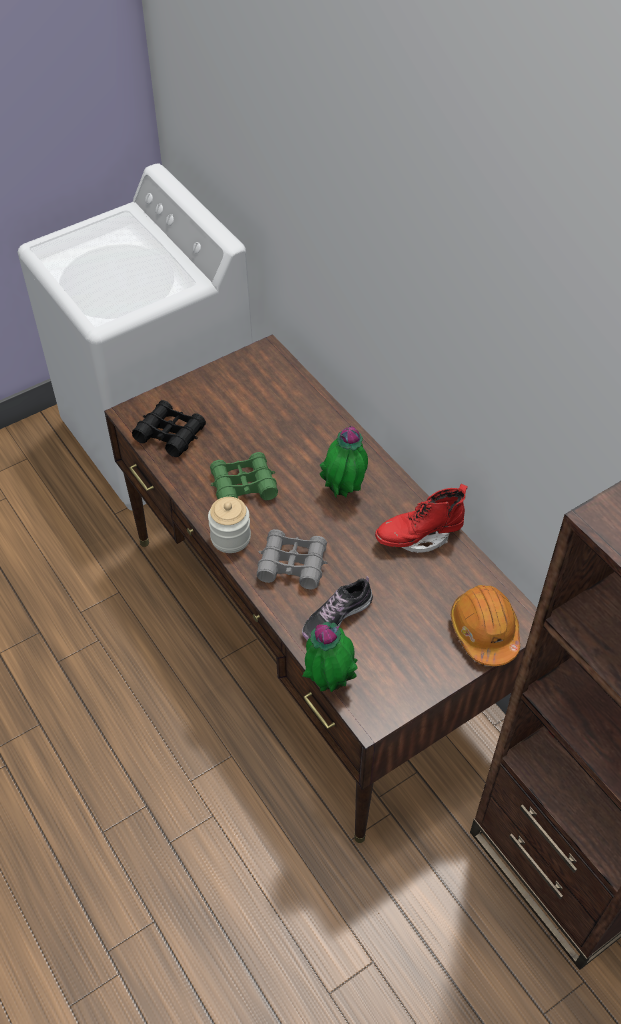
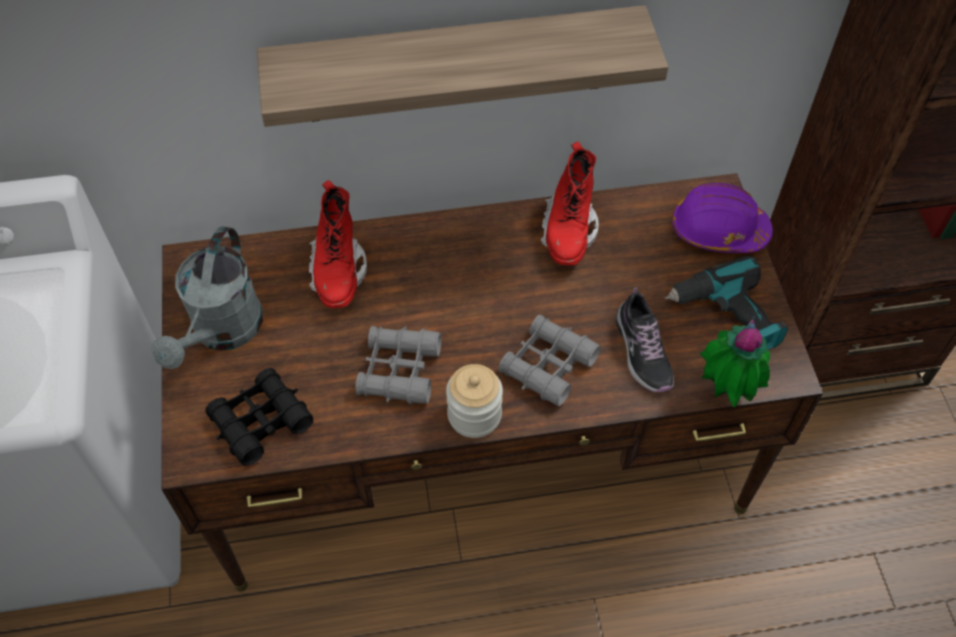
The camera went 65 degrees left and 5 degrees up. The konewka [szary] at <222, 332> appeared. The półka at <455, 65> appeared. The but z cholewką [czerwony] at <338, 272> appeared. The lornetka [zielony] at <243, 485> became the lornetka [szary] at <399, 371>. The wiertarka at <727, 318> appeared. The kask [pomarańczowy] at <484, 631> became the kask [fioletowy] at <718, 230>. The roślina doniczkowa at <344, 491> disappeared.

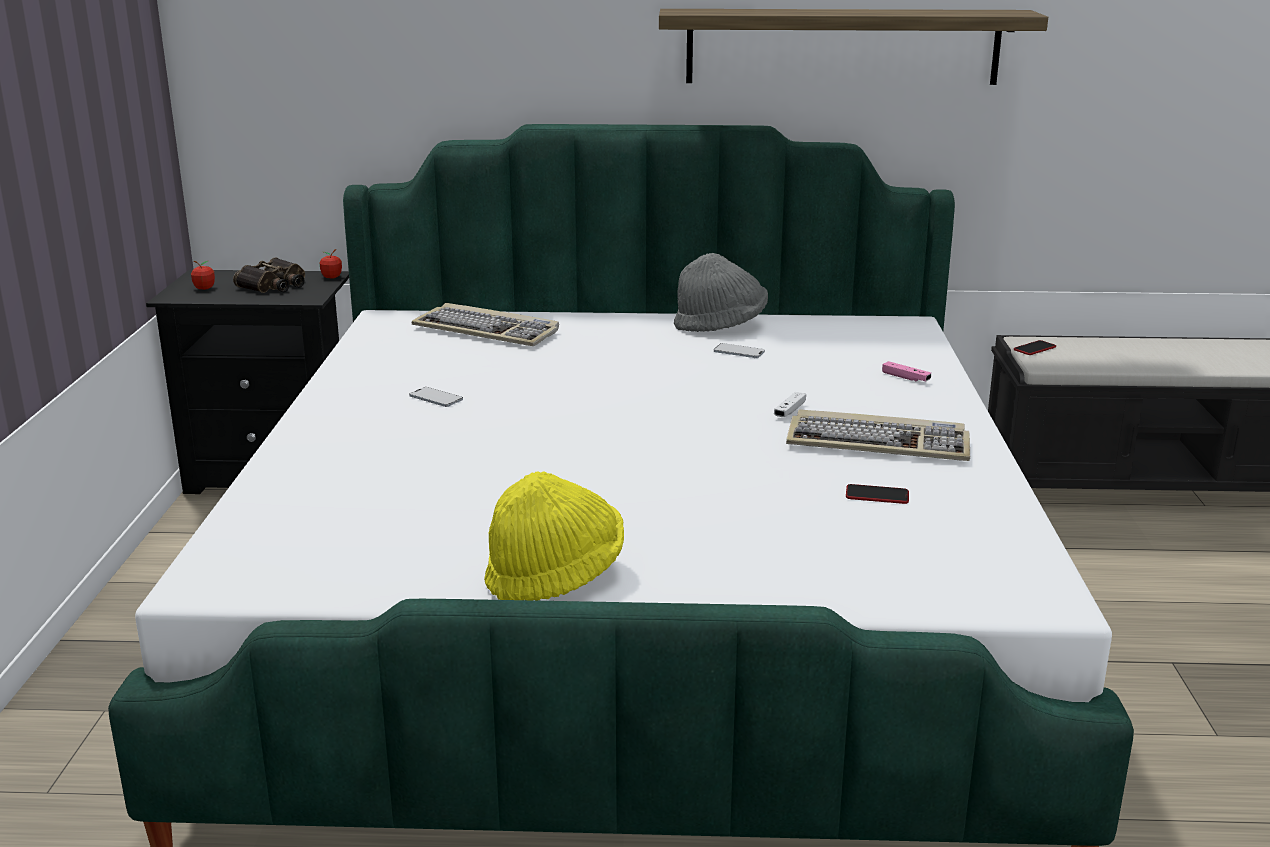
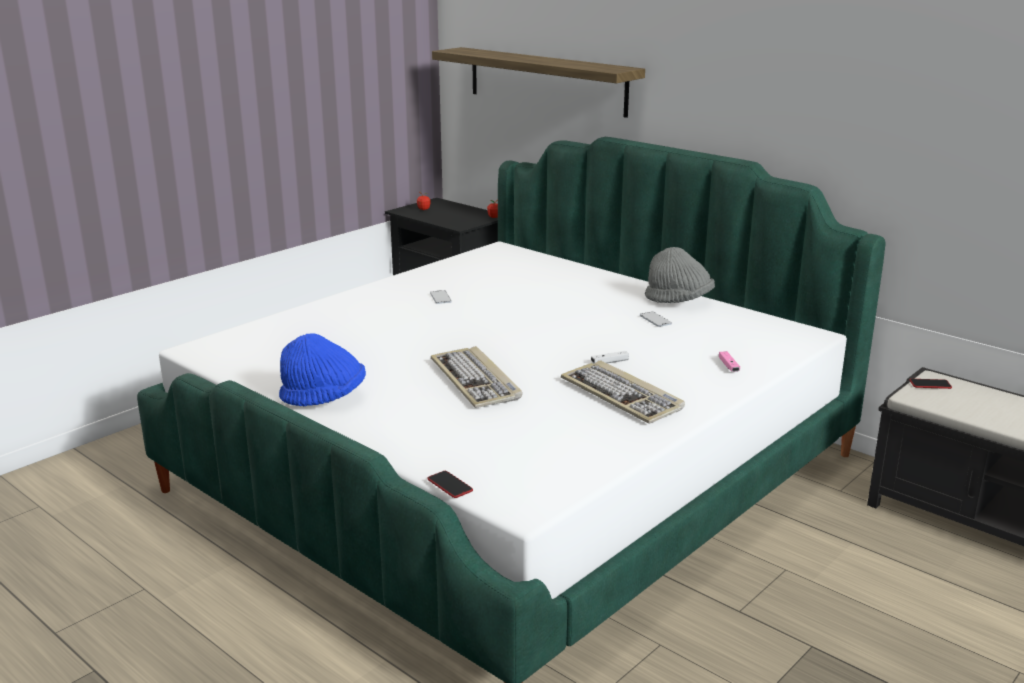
The camera went 40 degrees right and 0 degrees up. The kapelusz [żółty] at <555, 575> became the kapelusz [niebieski] at <324, 398>. The telefon moved from <877, 495> to <450, 485>. The klawiatura moved from <488, 330> to <476, 381>. The półka moved from <842, 46> to <546, 81>. The lornetka at <274, 285> disappeared.

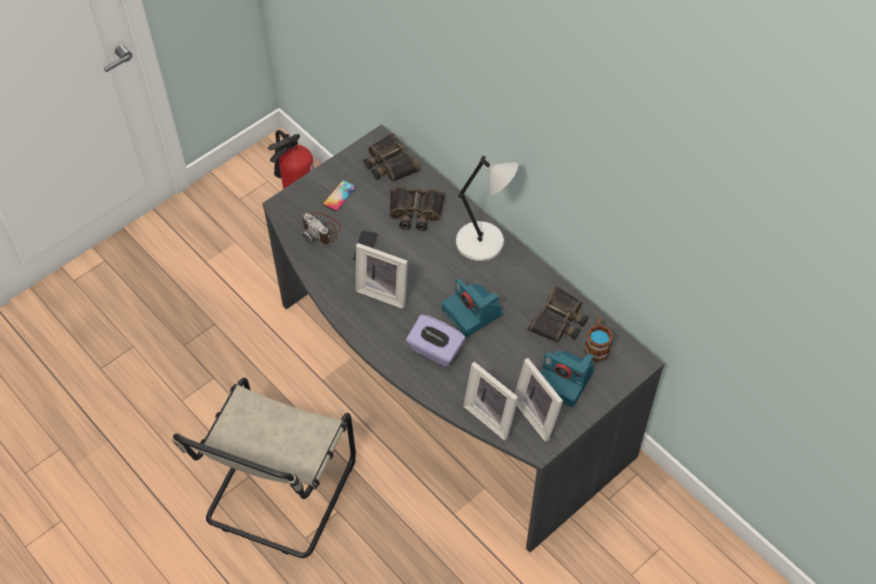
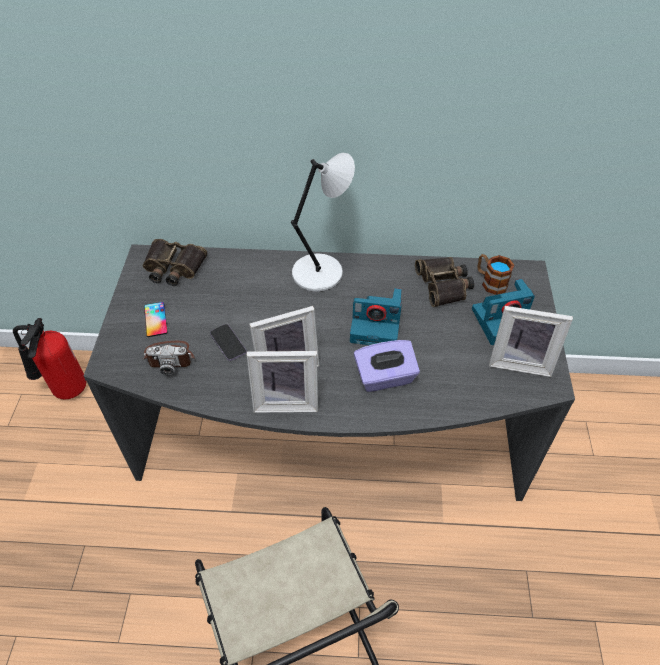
The camera went 45 degrees left and 5 degrees down. The ramka na zdjęcie moved from <492, 415> to <286, 400>. The lornetka at <415, 212> disappeared.

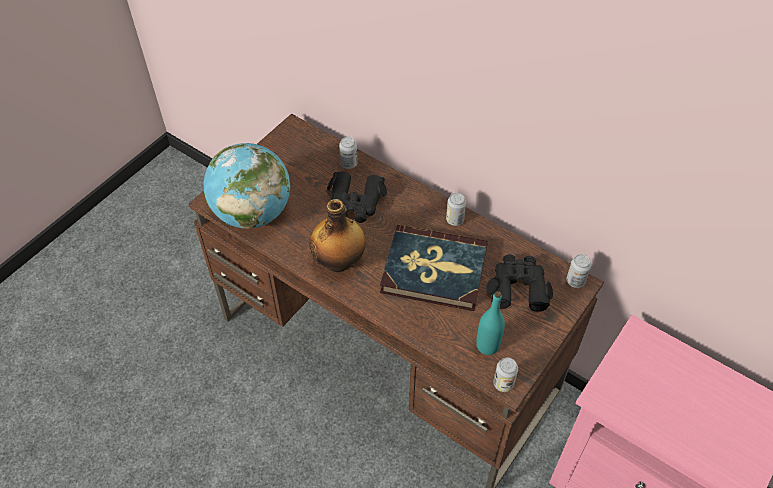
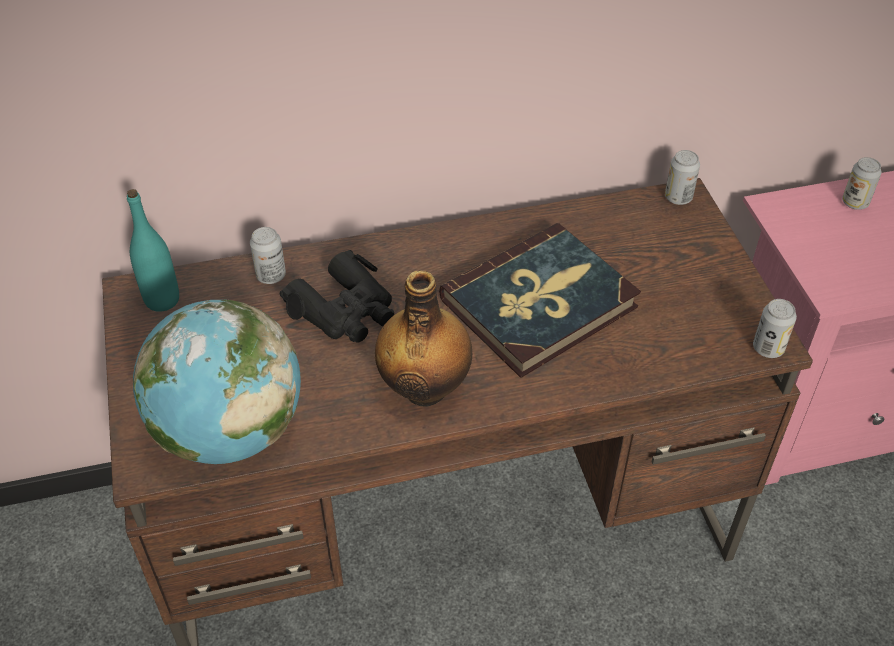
The camera went 50 degrees left and 5 degrees down. The butelka [turkusowy] moved from <487, 345> to <162, 300>. The puszka moved from <454, 220> to <855, 203>. The lornetka [czarny] at <518, 287> disappeared.

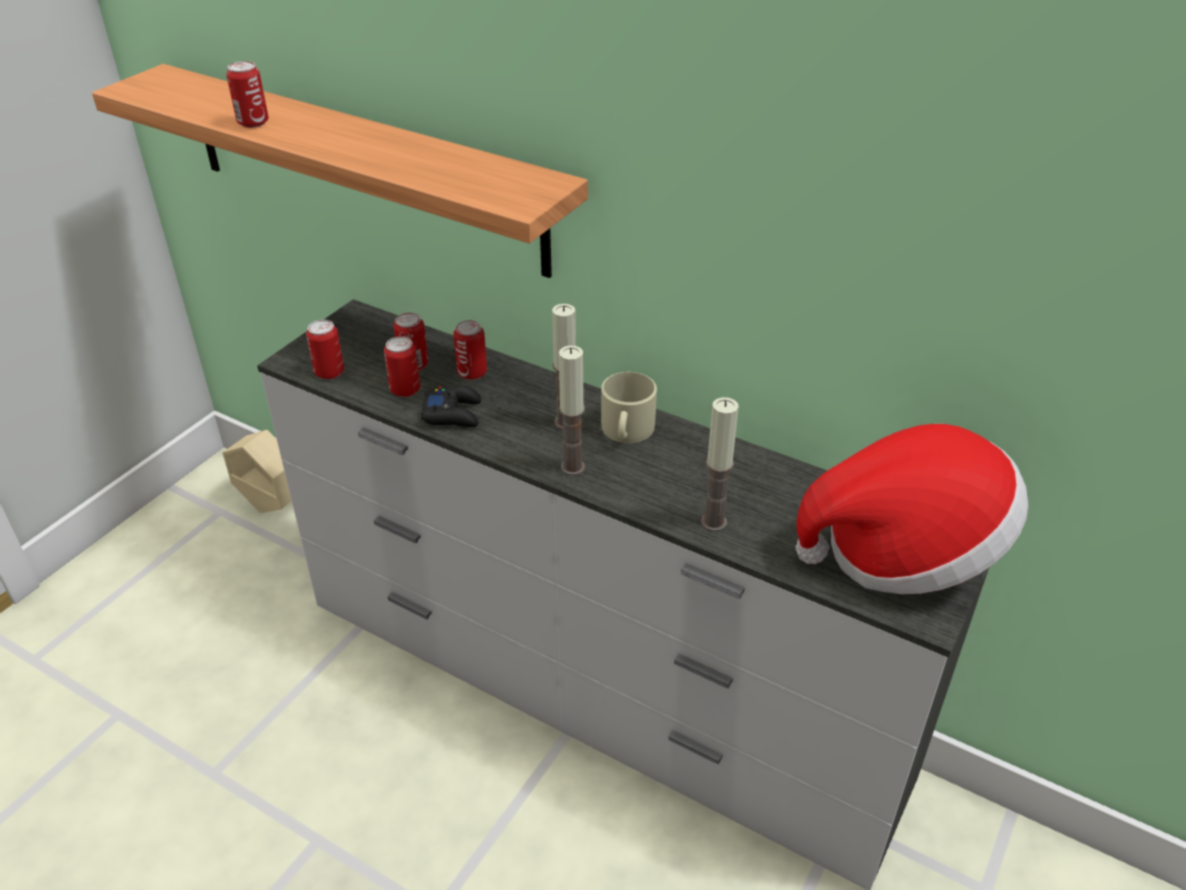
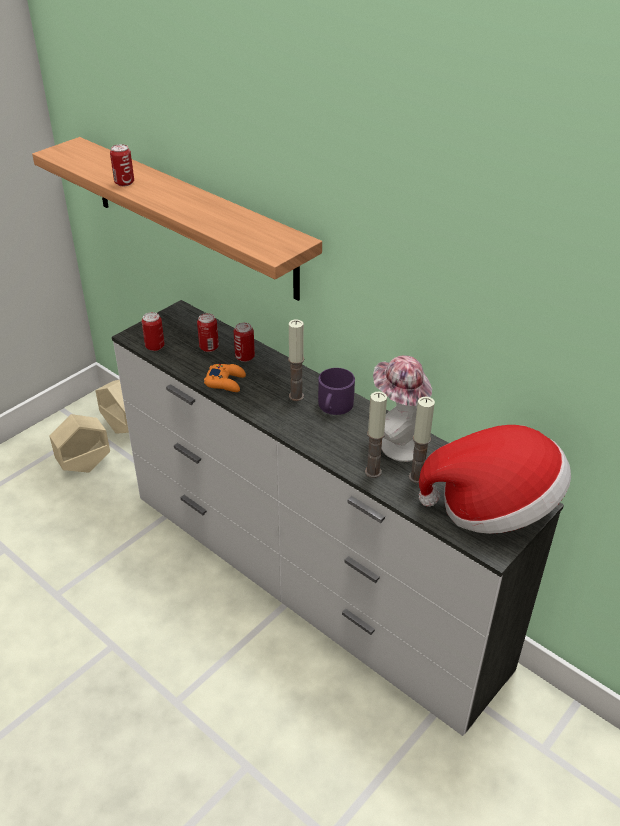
The camera went 10 degrees right and 0 degrees up. The donica [beżowy] at <85, 466> appeared. The pad do gier [czarny] at <453, 413> became the pad do gier [pomarańczowy] at <226, 382>. The kubek [beżowy] at <626, 431> became the kubek [fioletowy] at <334, 406>. The kapelusz at <397, 443> appeared. The świeca moved from <572, 467> to <417, 477>. The puszka at <405, 390> disappeared.

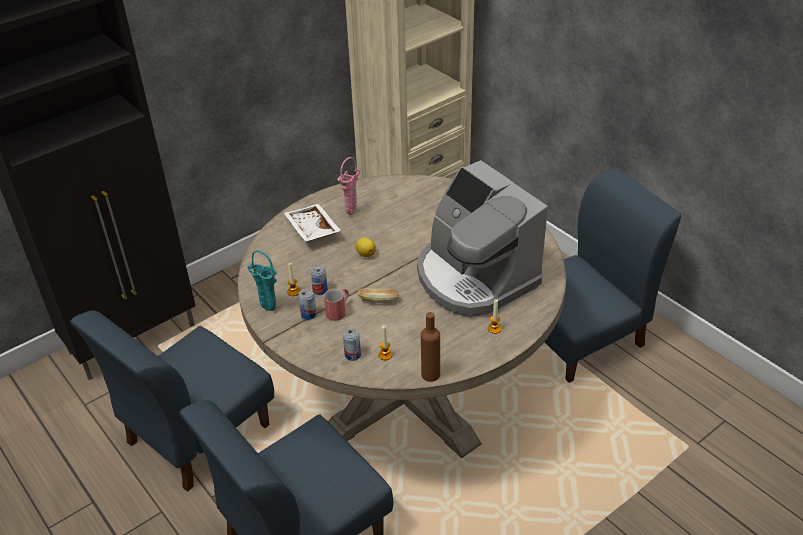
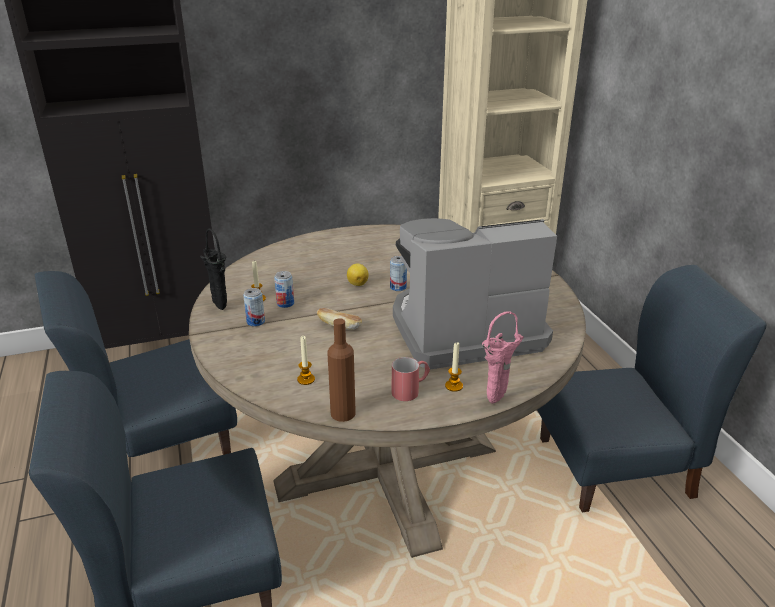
The camera went 20 degrees right and 10 degrees down. The wazon [turkusowy] at <267, 309> became the wazon [czarny] at <219, 307>. The puszka moved from <352, 355> to <398, 287>. The kubek [czerwony] moved from <338, 311> to <411, 390>. The ekspres do kawy at <474, 277> turned 90 degrees clockwise. The wazon [różowy] moved from <352, 212> to <497, 400>. The taca [biały] at <311, 230> disappeared.

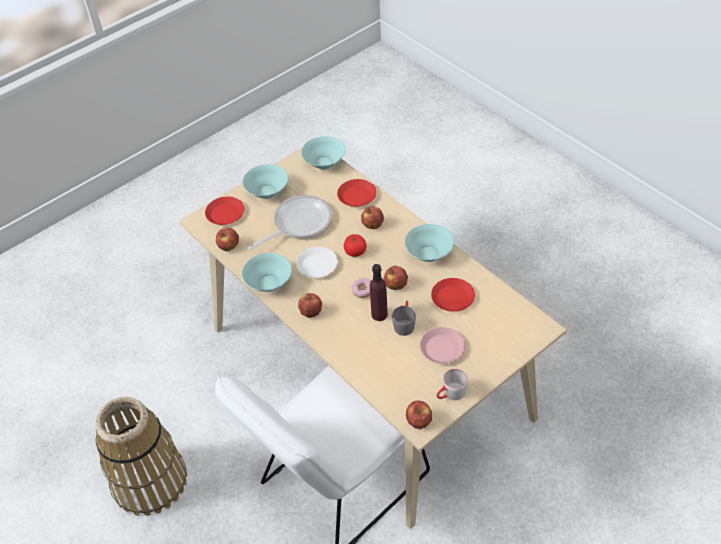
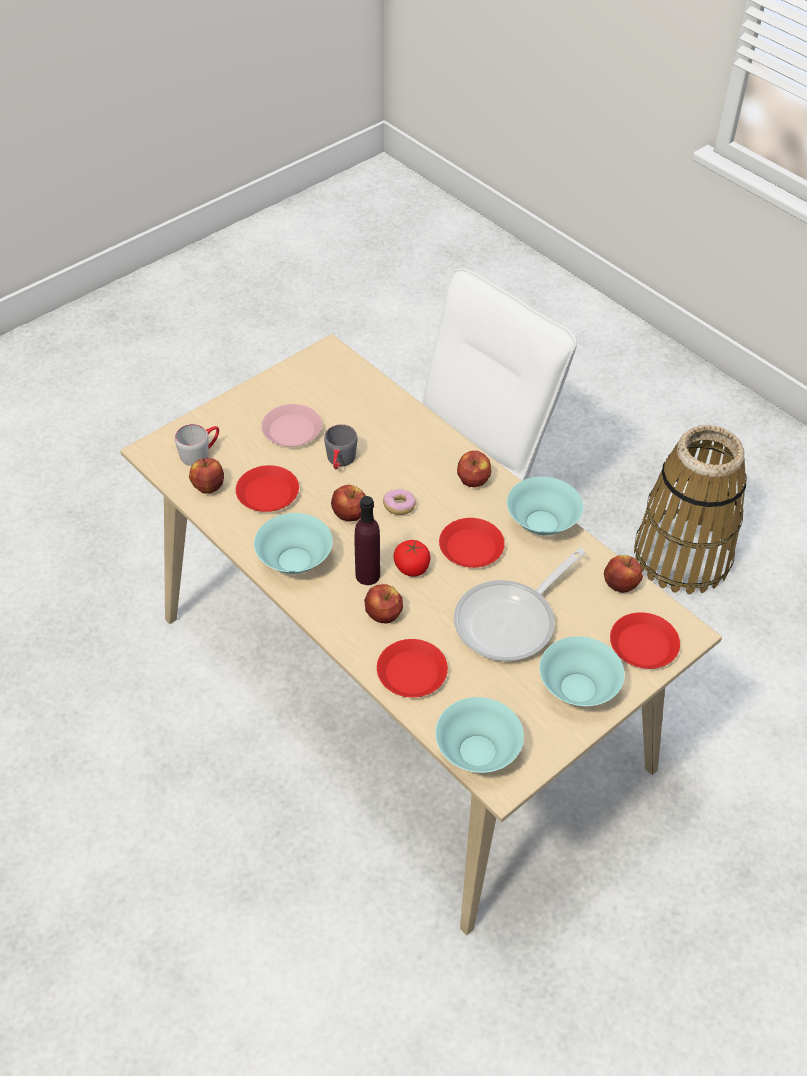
The camera went 175 degrees right and 0 degrees up. The kubek [szary] moved from <450, 394> to <200, 452>. The jabłko moved from <419, 421> to <208, 487>. The butelka [fioletowy] moved from <379, 314> to <367, 575>. The talerz [biały] at <317, 265> became the talerz [czerwony] at <471, 547>.

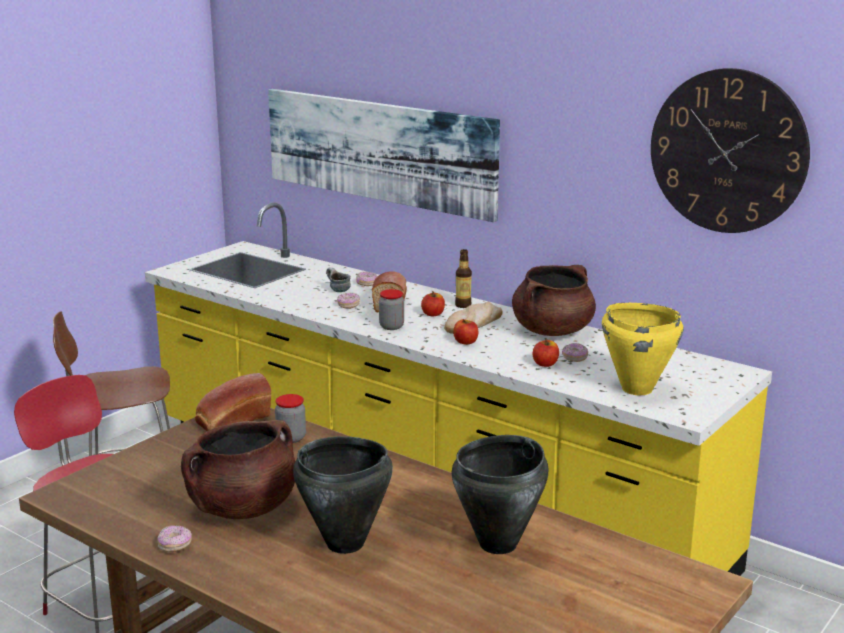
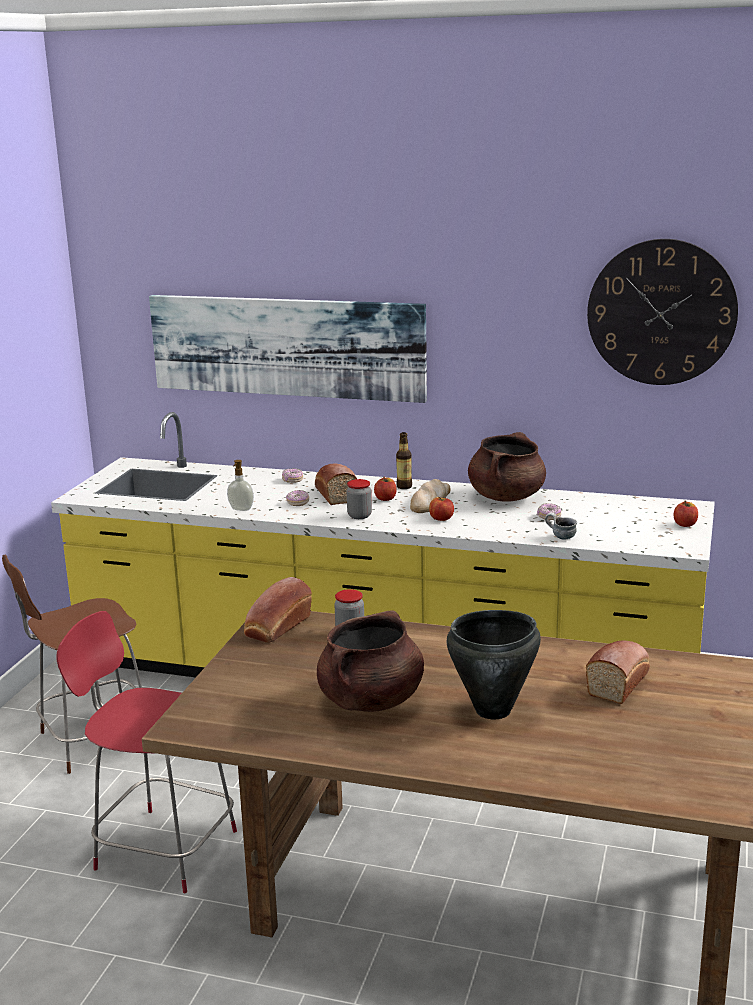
The camera went 20 degrees left and 0 degrees up. The dozownik mydła at <240, 509> appeared. The kubek moved from <337, 290> to <560, 537>. The garnek [czarny] at <499, 544> was replaced by the chleb at <619, 683>. The jabłko moved from <545, 364> to <685, 524>. The donut at <175, 546> disappeared. The garnek [żółty] at <636, 389> disappeared.

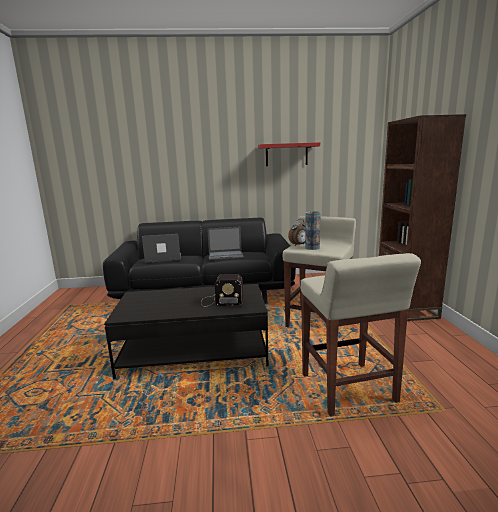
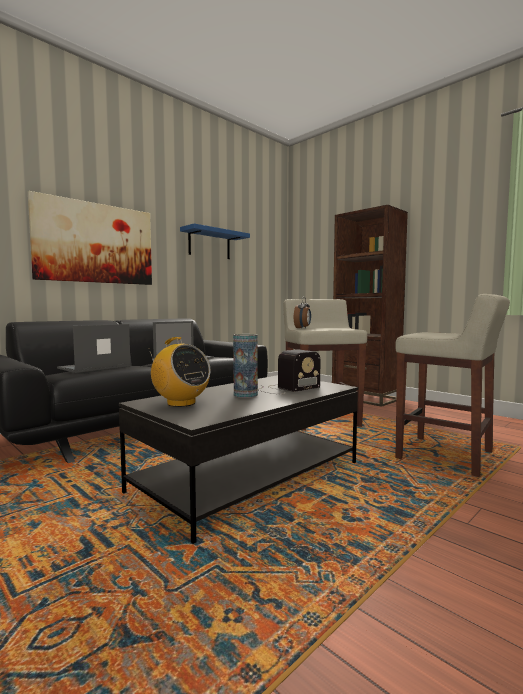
The camera went 40 degrees left and 10 degrees down. The obraz at <95, 243> appeared. The radio at <181, 403> appeared. The półka [czerwony] at <286, 154> became the półka [niebieski] at <209, 244>. The wazon moved from <312, 248> to <245, 395>.

